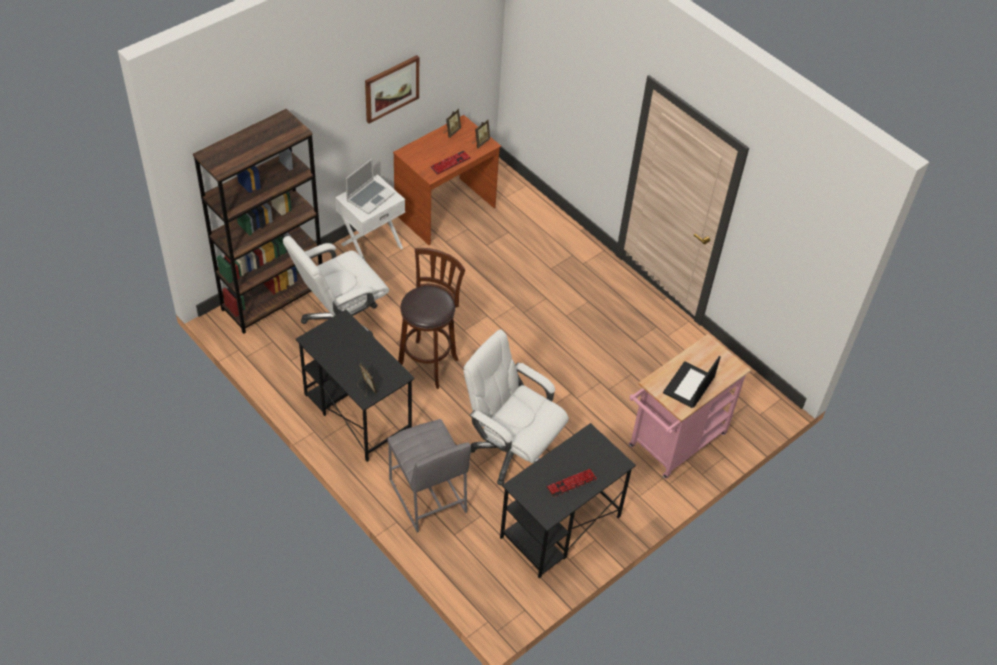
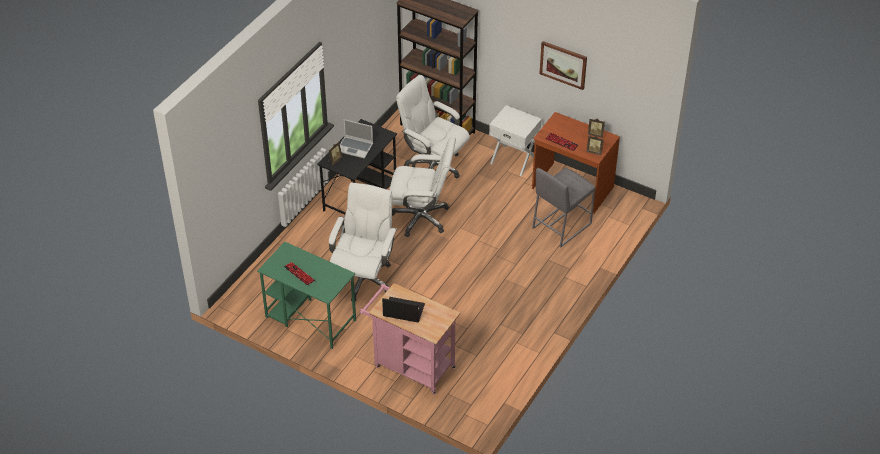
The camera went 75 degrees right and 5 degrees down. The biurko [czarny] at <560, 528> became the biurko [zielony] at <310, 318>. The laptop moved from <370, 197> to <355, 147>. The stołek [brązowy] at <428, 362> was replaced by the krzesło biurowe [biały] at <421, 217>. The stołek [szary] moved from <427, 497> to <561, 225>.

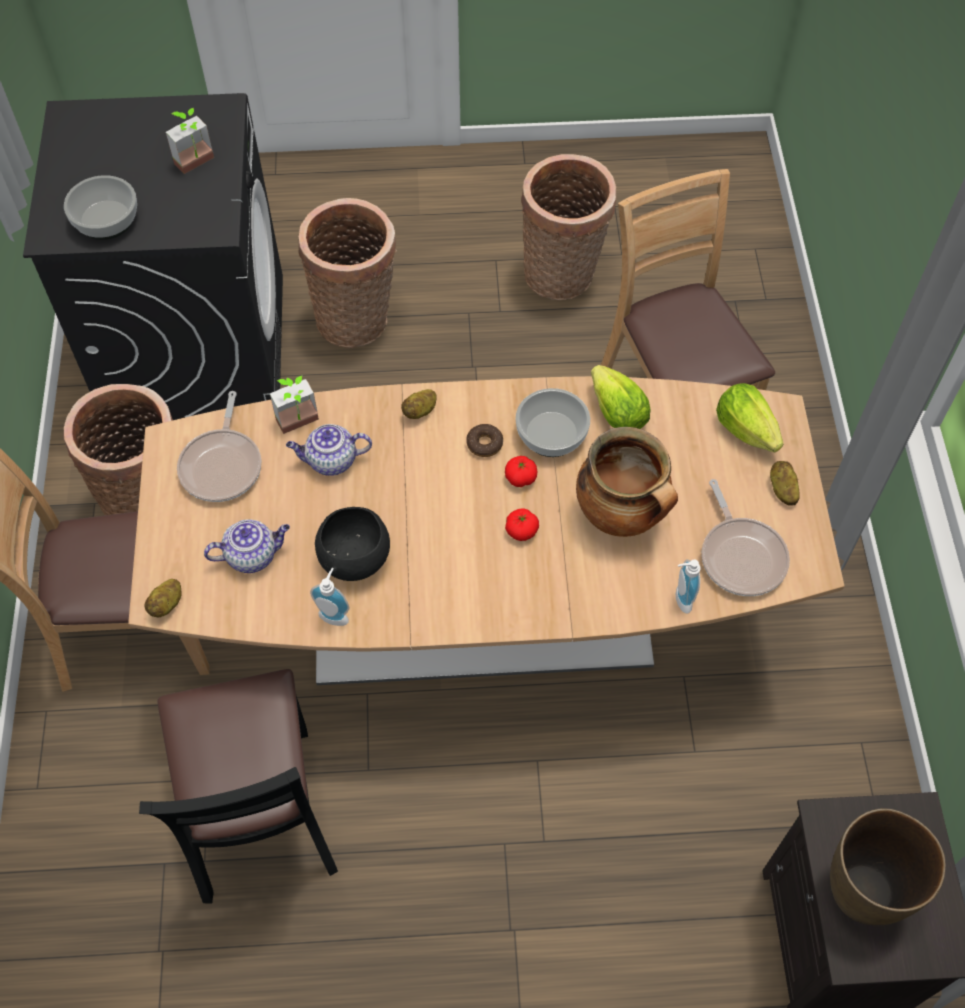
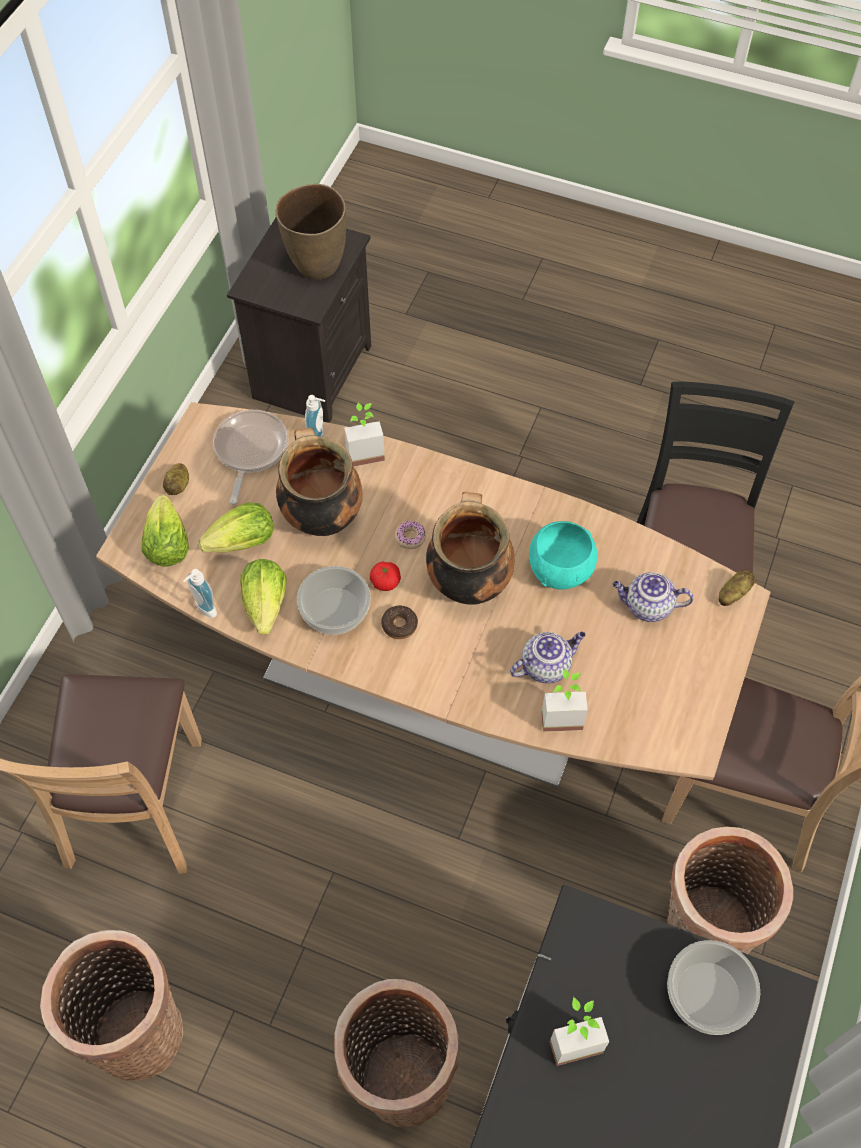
The camera went 155 degrees left and 0 degrees up. The dozownik mydła moved from <335, 614> to <203, 610>. The sałata at <243, 542> appeared. The roślina doniczkowa at <364, 450> appeared. The pomidor at <521, 530> was replaced by the donut at <410, 537>. The garnek at <468, 582> appeared. The imbryk at <331, 461> turned 45 degrees counterclockwise. The miska [czarny] at <355, 559> became the miska [turkusowy] at <560, 569>. The patelnia at <222, 465> disappeared. The ziemniak at <420, 411> disappeared.

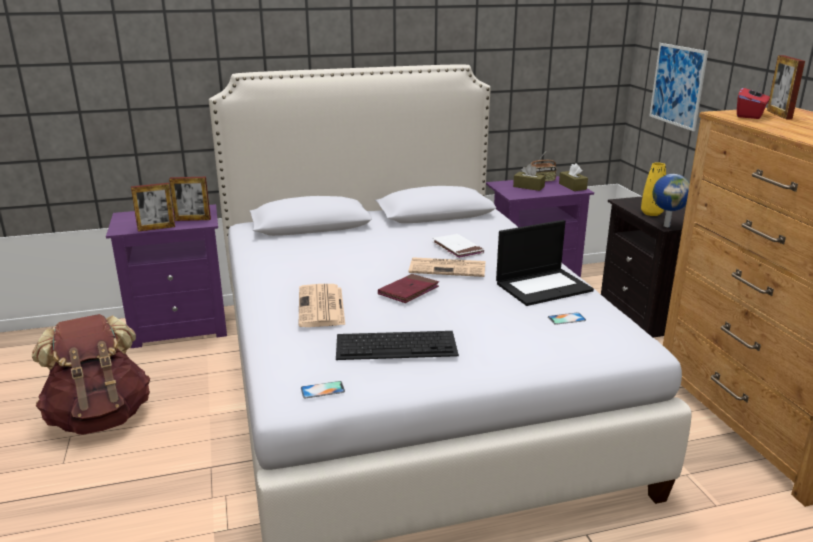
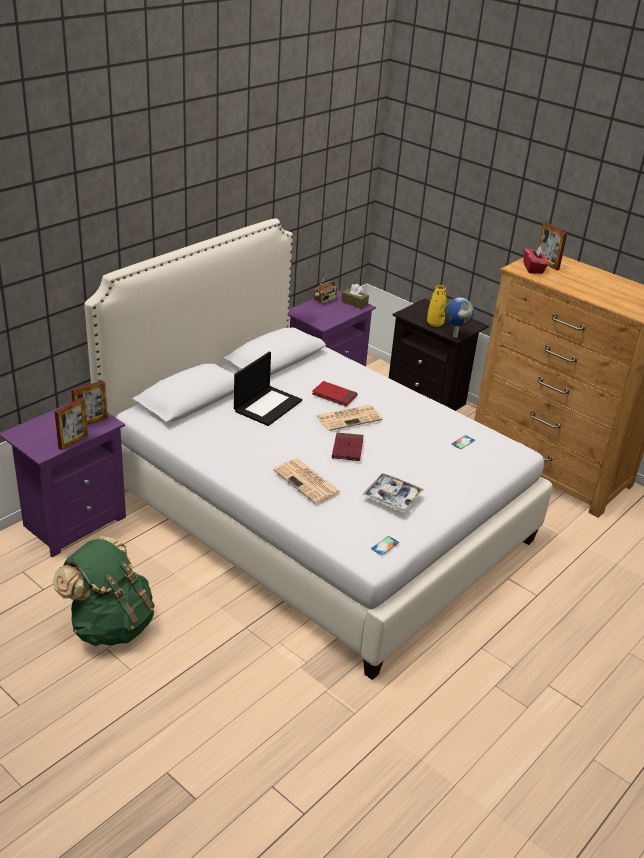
The camera went 35 degrees left and 10 degrees up. The plecak [brązowy] at <100, 417> became the plecak [zielony] at <110, 625>. The laptop moved from <544, 286> to <267, 405>. The książka [biały] at <457, 249> became the książka [czerwony] at <334, 395>. The klawiatura at <397, 345> was replaced by the taca at <392, 497>. The pudełko chusteczek [brązowy] at <528, 187> disappeared. The obraz at <677, 85> disappeared.

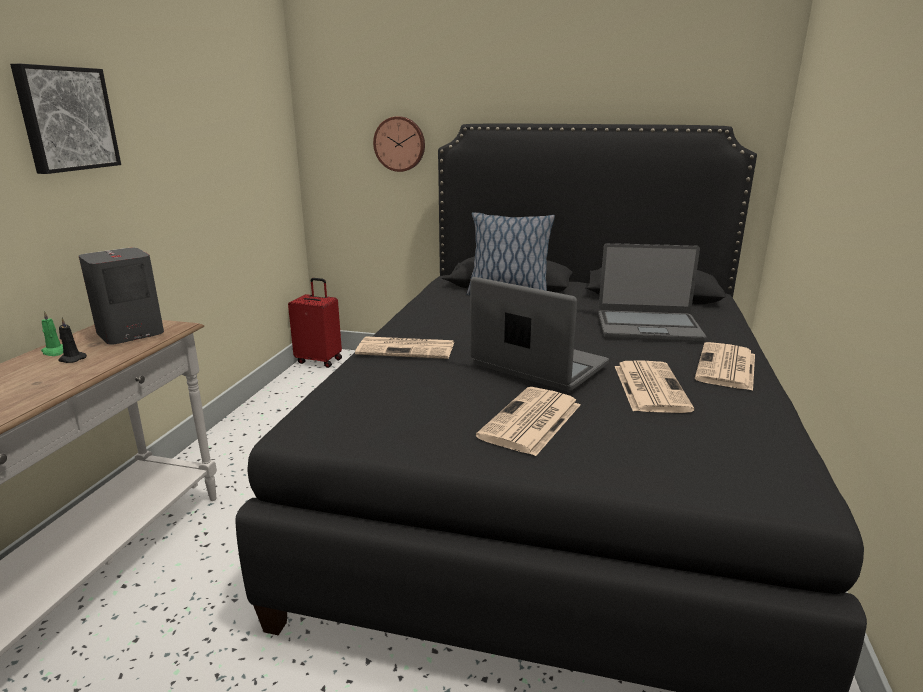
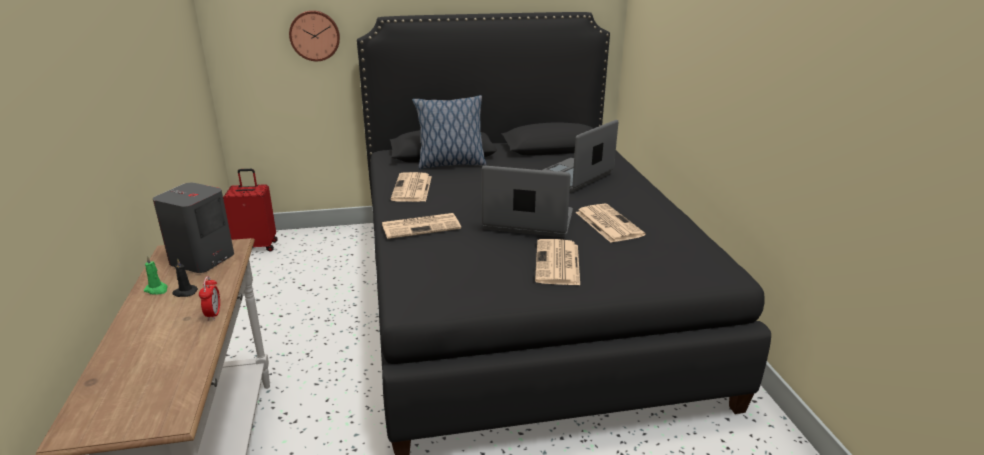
The camera went 25 degrees left and 5 degrees up. The budzik at <213, 314> appeared. The gazeta moved from <726, 367> to <412, 188>. The laptop at <648, 327> turned 150 degrees clockwise. The obraz at <66, 119> disappeared.

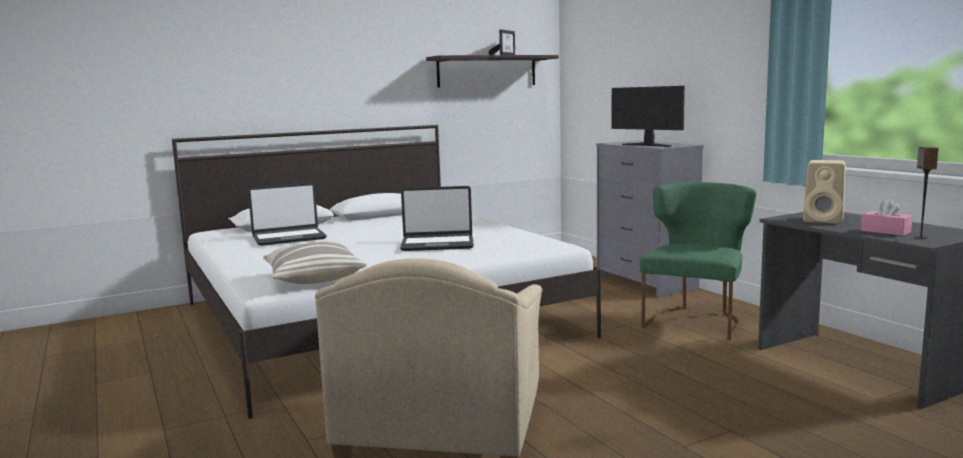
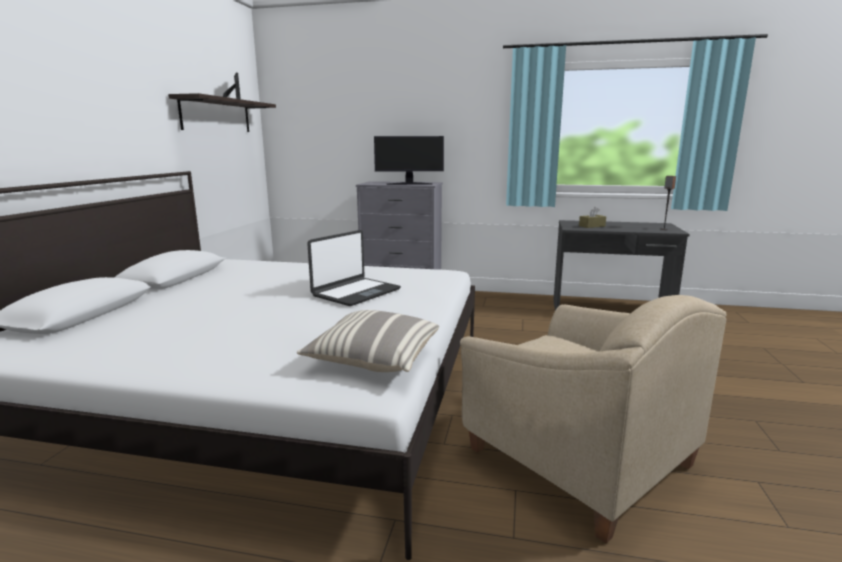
The camera went 50 degrees left and 5 degrees up. The głośnik [beżowy] at <824, 220> was replaced by the pudełko chusteczek [brązowy] at <592, 226>. The laptop at <289, 238> disappeared. The krzesło [zielony] at <696, 320> disappeared. The pudełko chusteczek [różowy] at <885, 231> disappeared.

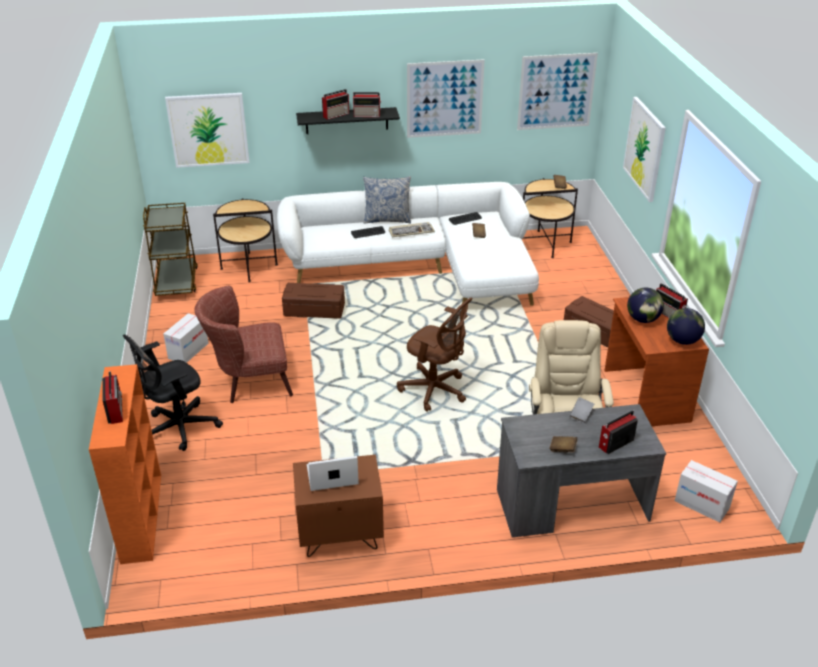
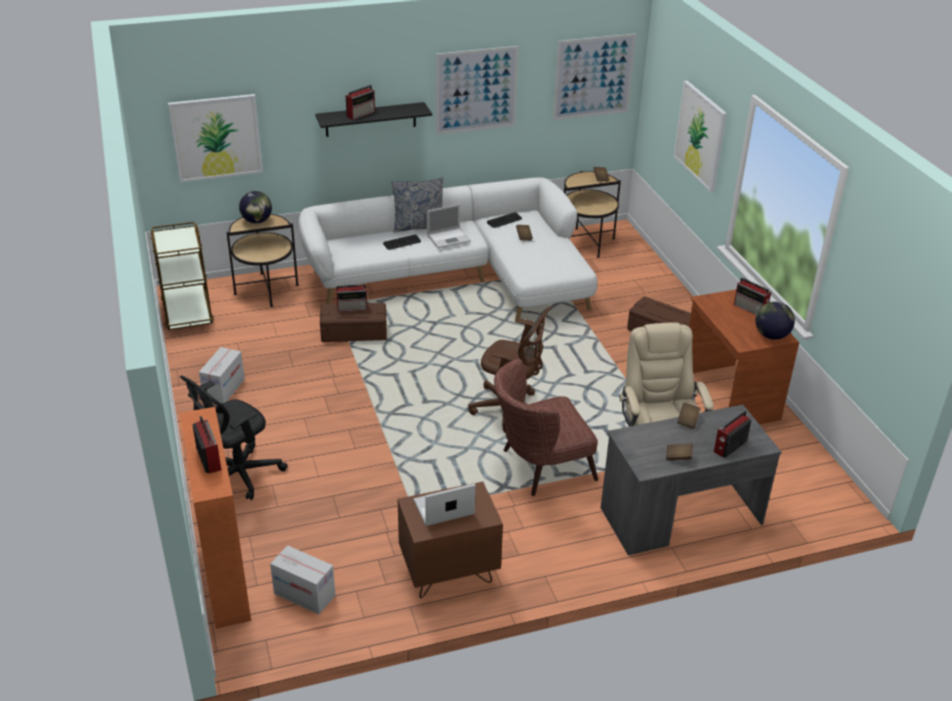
The camera went 10 degrees left and 0 degrees up. The globus moved from <643, 319> to <257, 221>. The karton moved from <701, 504> to <304, 594>. The radio moved from <367, 115> to <353, 308>. The klawiatura at <411, 231> was replaced by the laptop at <449, 238>. The fotel [brązowy] moved from <249, 381> to <539, 467>. The książka [szary] at <581, 415> became the książka [brązowy] at <688, 421>.

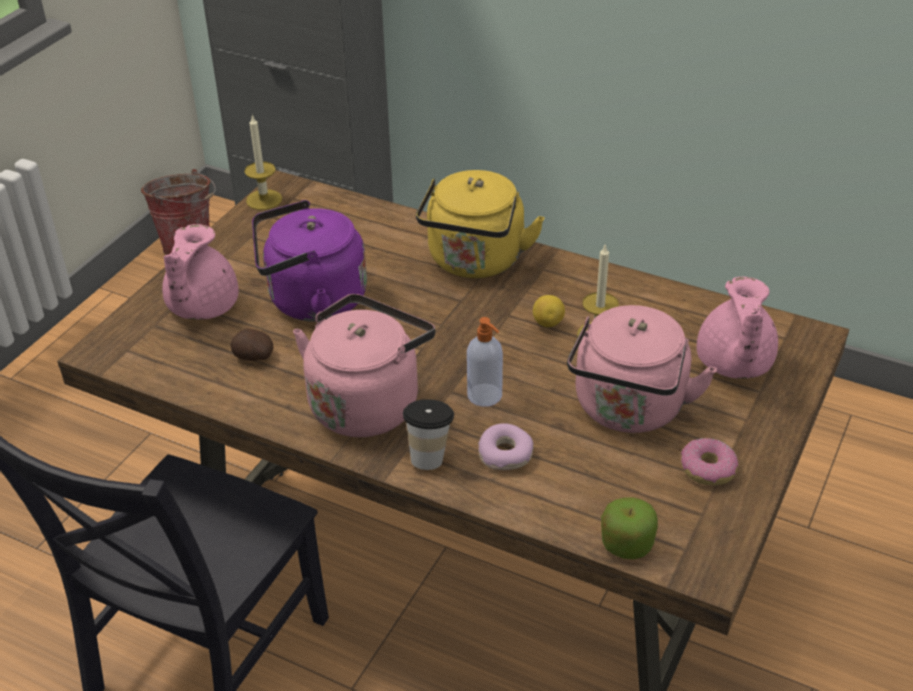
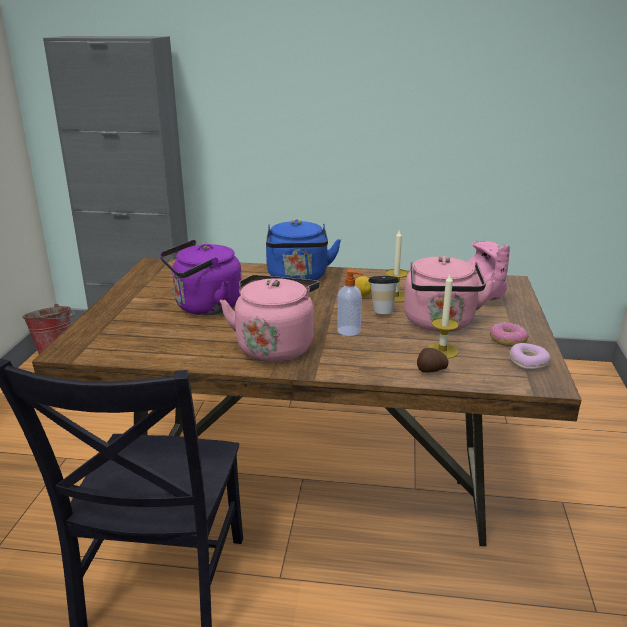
The camera went 20 degrees left and 15 degrees down. The czajnik [żółty] at <475, 262> became the czajnik [niebieski] at <298, 278>. The filiżanka moved from <429, 456> to <382, 311>. The ziemniak moved from <253, 357> to <431, 371>. The świeca moved from <264, 200> to <442, 351>. The donut moved from <505, 454> to <528, 362>. The imbryk [różowy] at <200, 307> disappeared. The jabłko at <626, 544> disappeared.

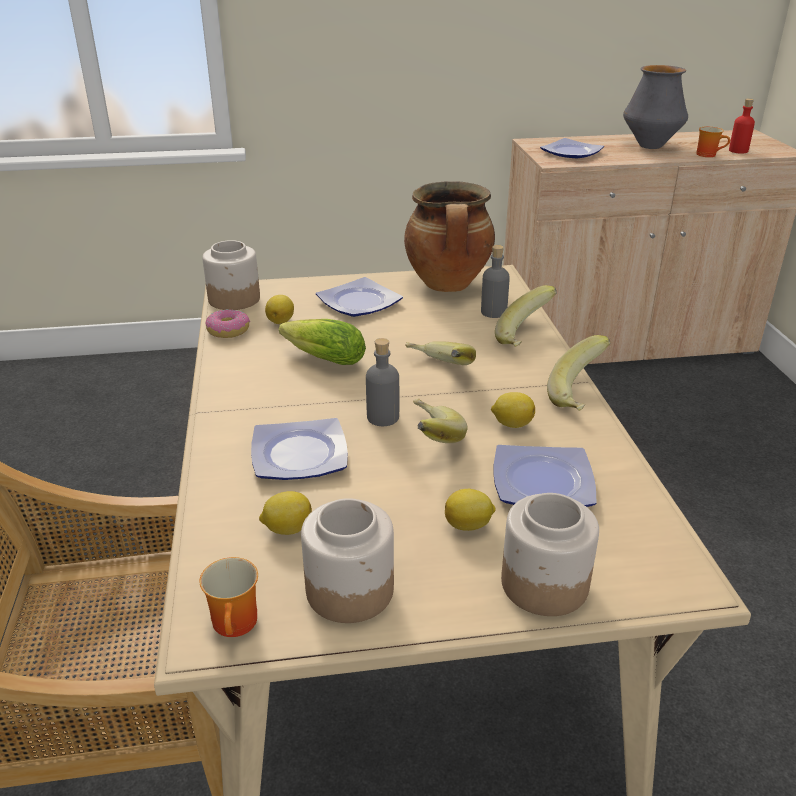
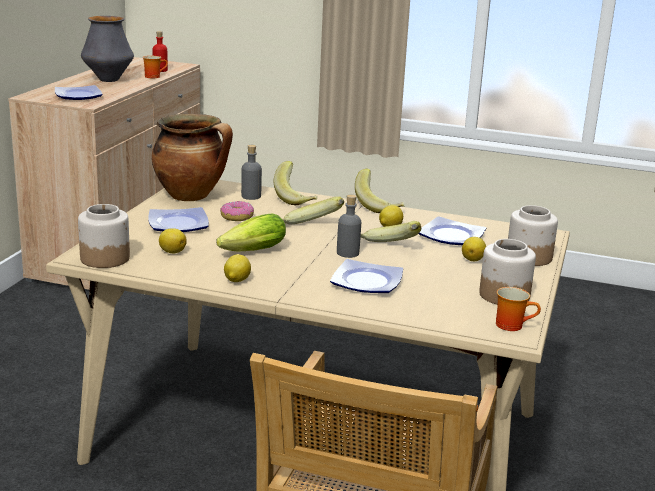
The camera went 65 degrees left and 10 degrees down. The donut moved from <228, 331> to <237, 217>. The cytryna moved from <287, 528> to <236, 280>.

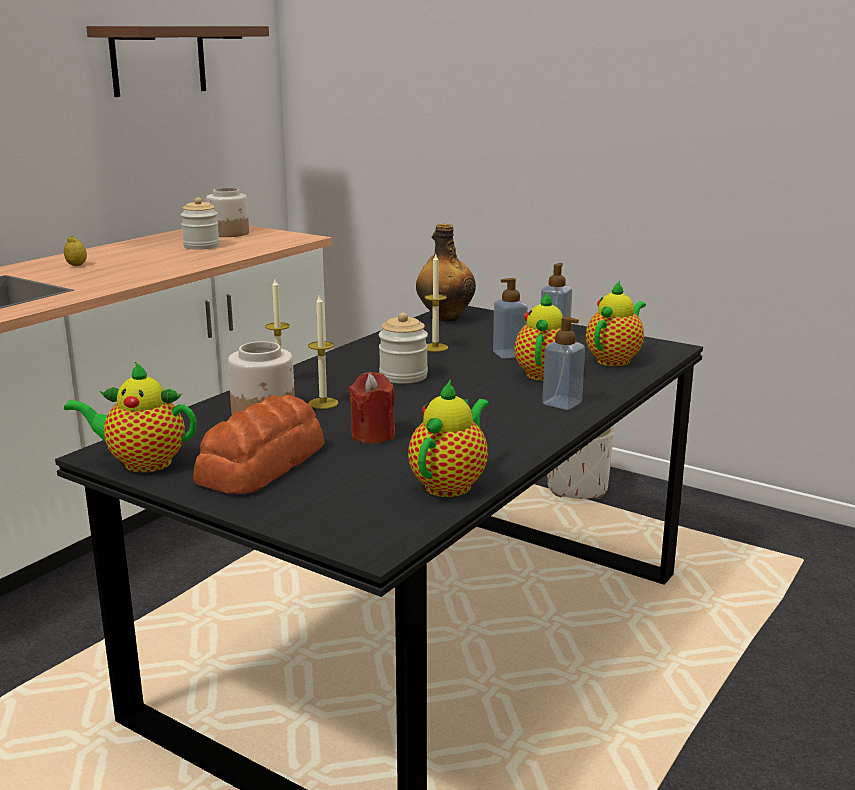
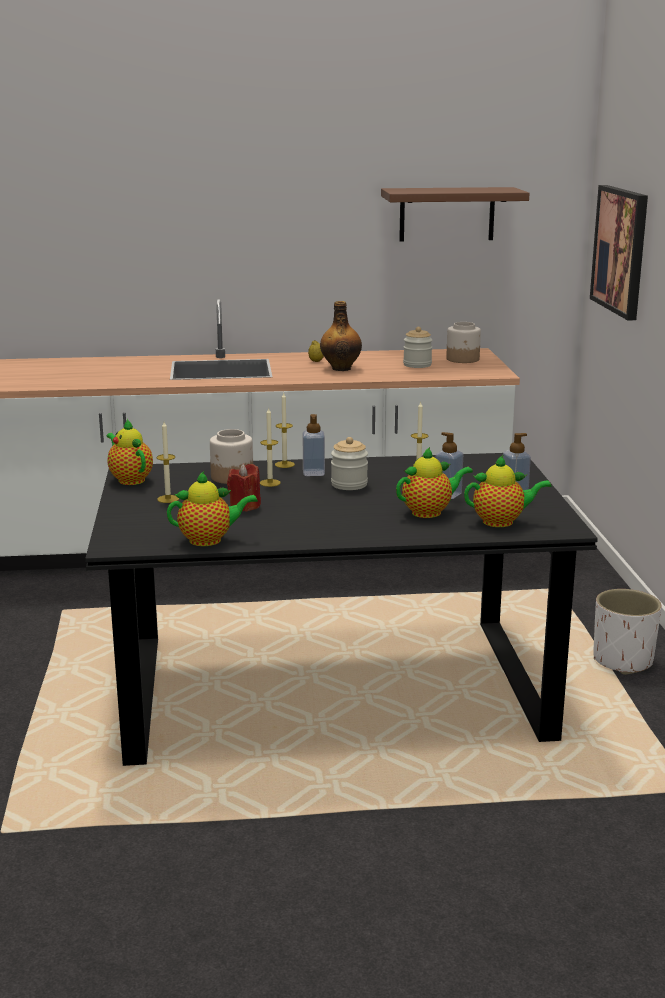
The camera went 50 degrees right and 0 degrees up. The chleb at <263, 464> was replaced by the świeca at <168, 499>. The dozownik mydła moved from <562, 403> to <313, 473>. The butelka moved from <445, 318> to <341, 368>. The obraz at <621, 250> appeared.

